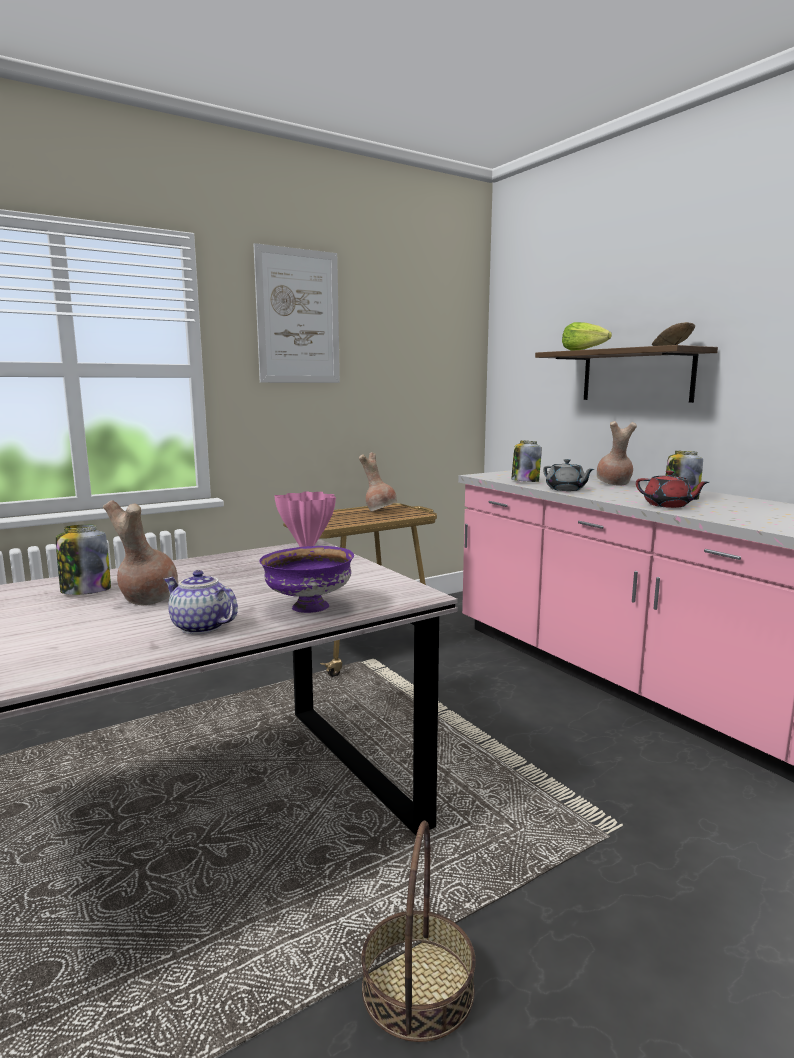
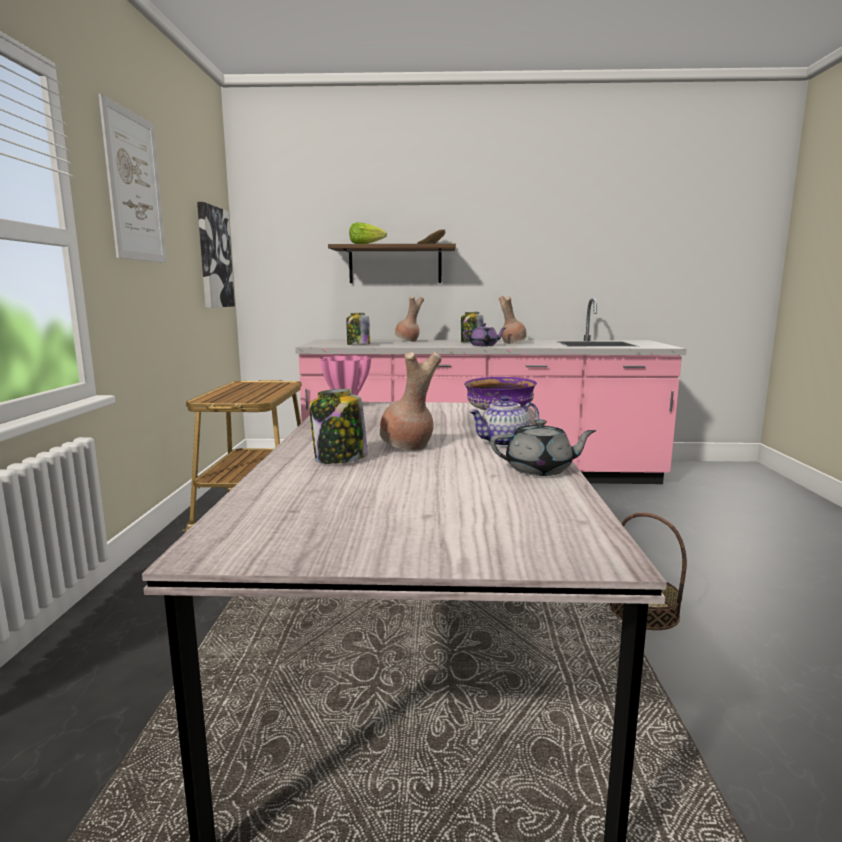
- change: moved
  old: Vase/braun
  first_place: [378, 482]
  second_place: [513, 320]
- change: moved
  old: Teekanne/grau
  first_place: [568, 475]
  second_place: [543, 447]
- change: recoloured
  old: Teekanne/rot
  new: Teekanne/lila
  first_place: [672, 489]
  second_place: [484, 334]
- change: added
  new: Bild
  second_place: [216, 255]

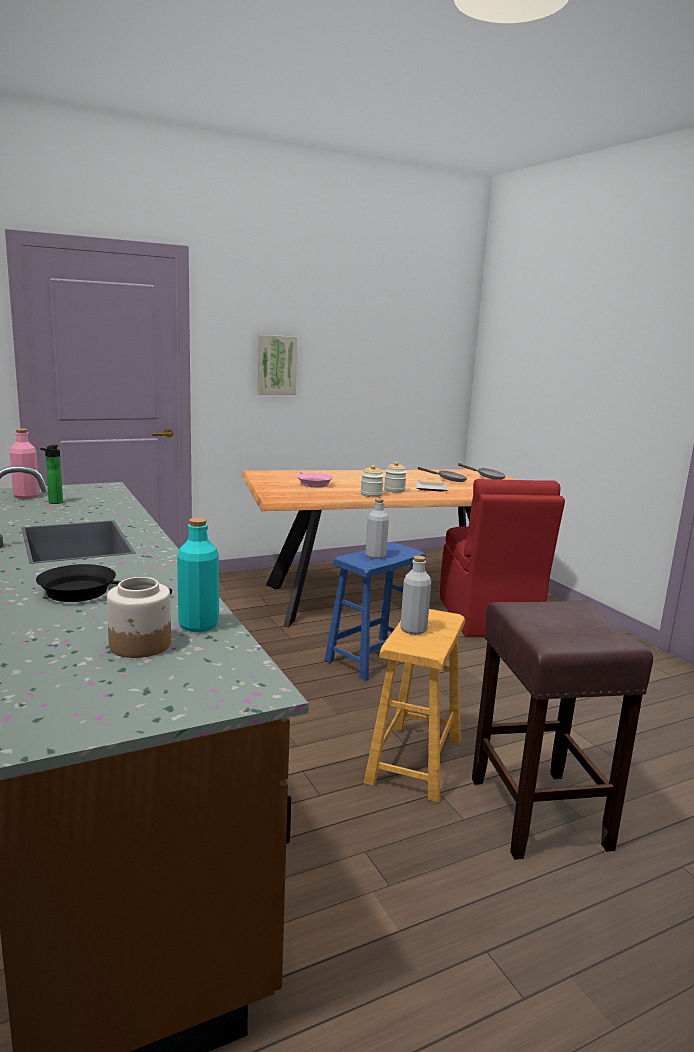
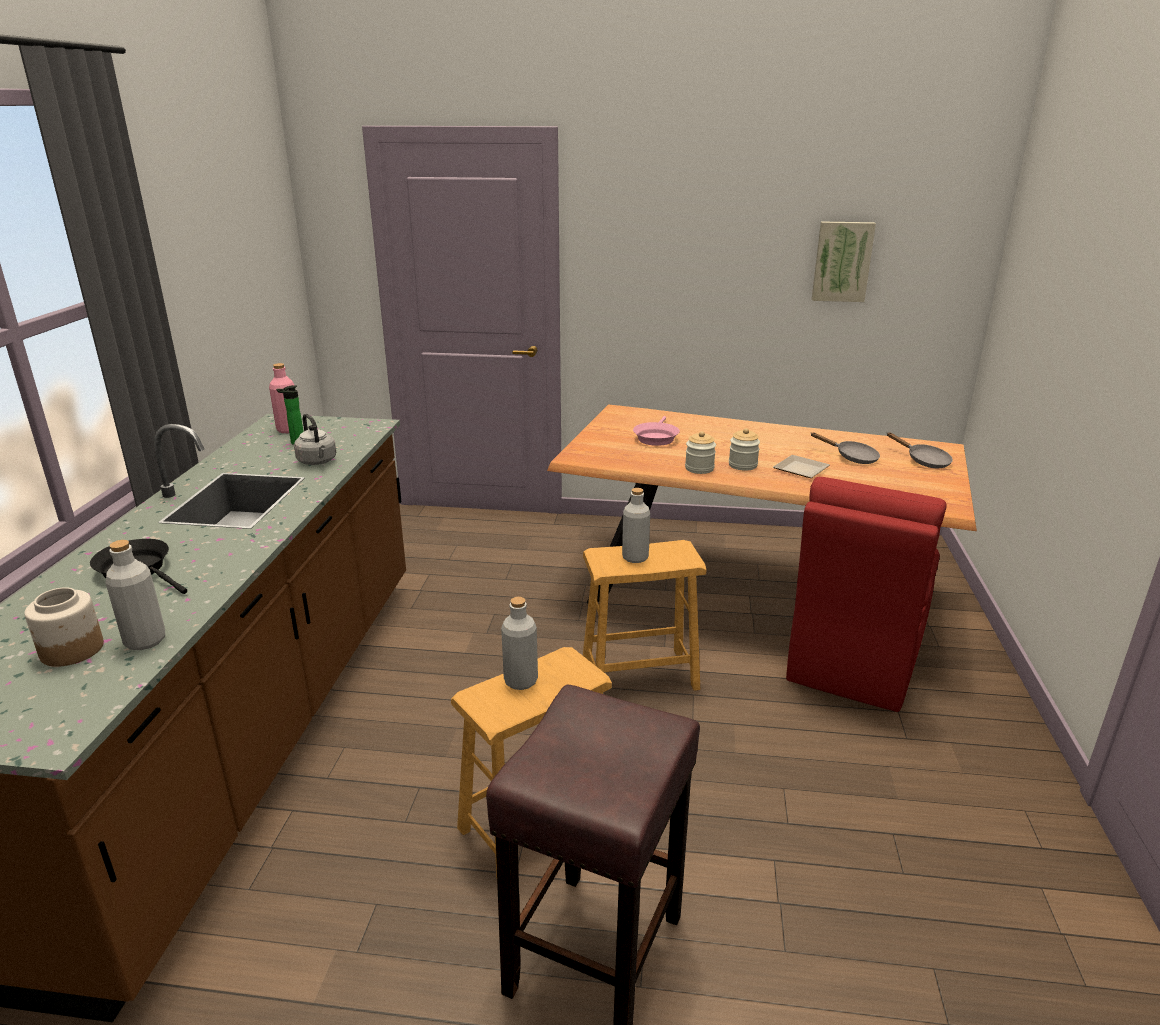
- change: recoloured
  old: Flasche/türkis
  new: Flasche/grau
  first_place: [198, 575]
  second_place: [135, 595]
- change: moved
  old: Bild
  first_place: [277, 365]
  second_place: [844, 262]
- change: recoloured
  old: Hocker/blau
  new: Hocker/braun
  first_place: [375, 612]
  second_place: [644, 617]
- change: added
  new: Wasserkessel/grau
  second_place: [315, 439]

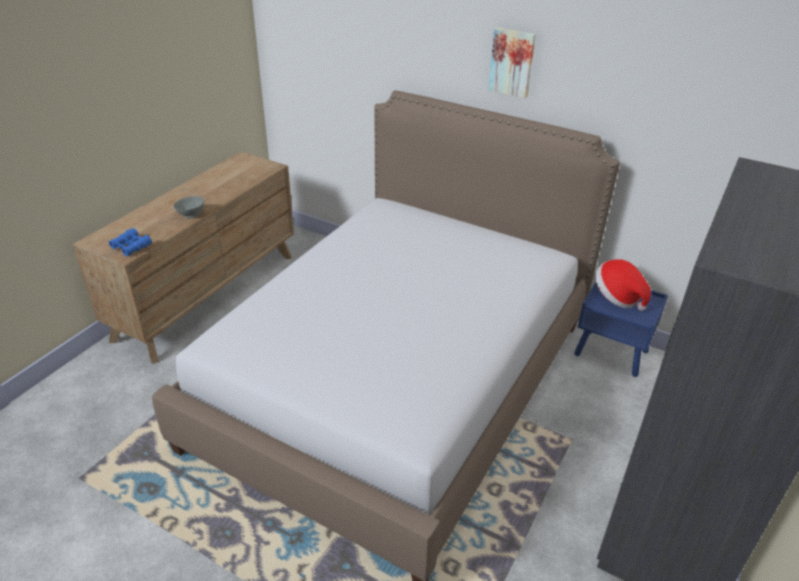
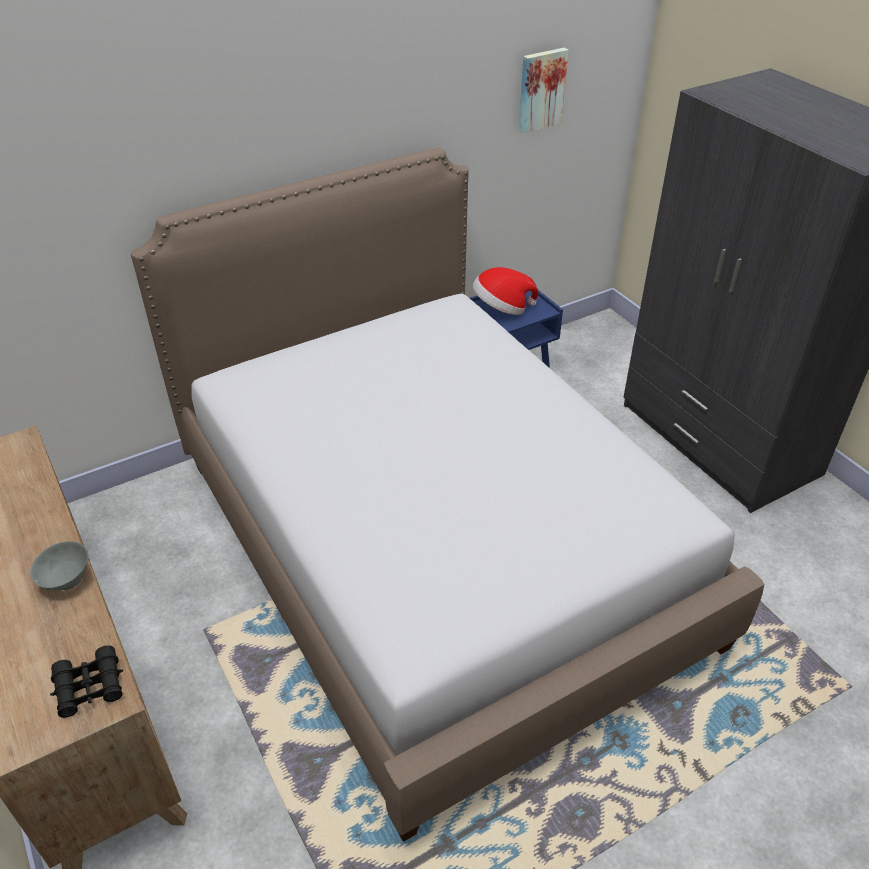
- change: recoloured
  old: Fernglas/blau
  new: Fernglas/schwarz
  first_place: [130, 242]
  second_place: [86, 681]
- change: moved
  old: Bild
  first_place: [512, 62]
  second_place: [544, 90]

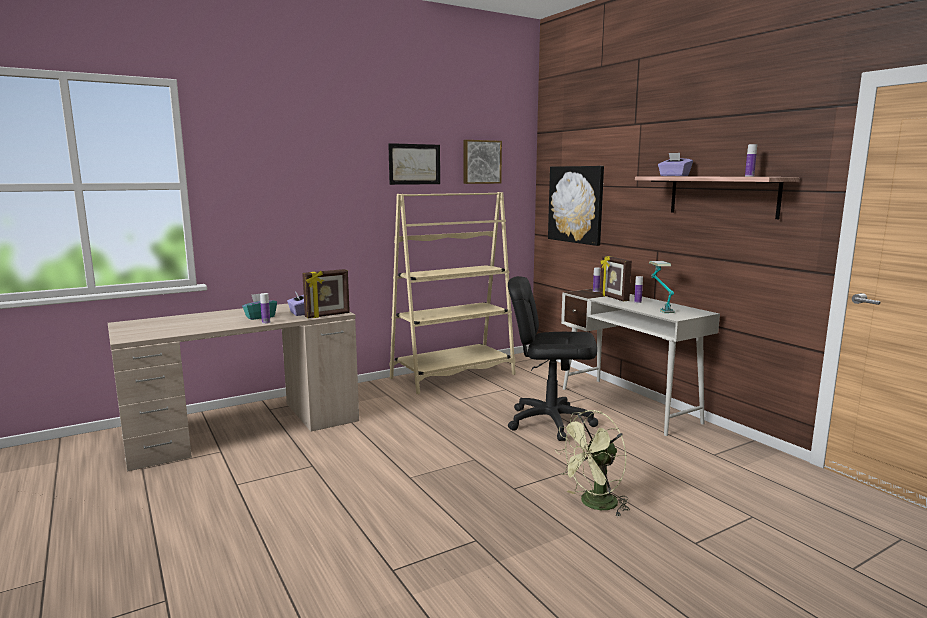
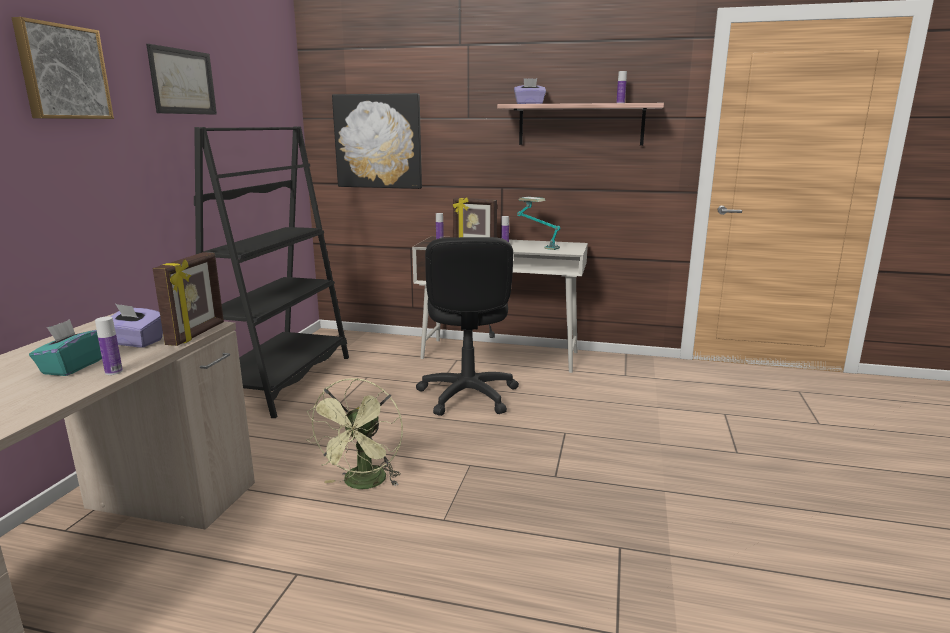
- change: recoloured
  old: Bücherregal/beige
  new: Bücherregal/schwarz
  first_place: [452, 293]
  second_place: [271, 272]
- change: moved
  old: Bild
  first_place: [483, 162]
  second_place: [63, 68]
- change: turned
  old: Bürostuhl/schwarz
  first_place: [553, 358]
  second_place: [467, 326]
  degrees: -60
- change: moved
  old: Ventilator/grün
  first_place: [592, 463]
  second_place: [354, 433]

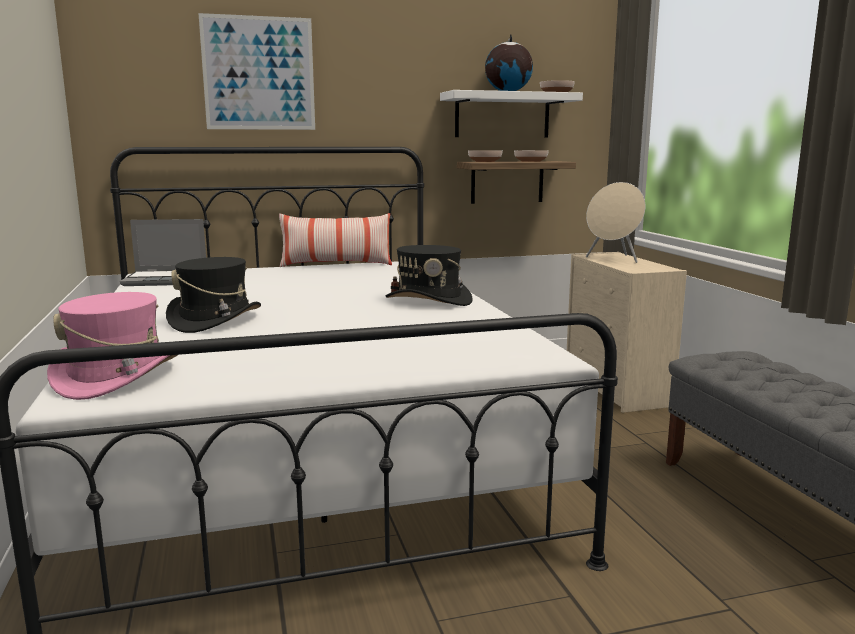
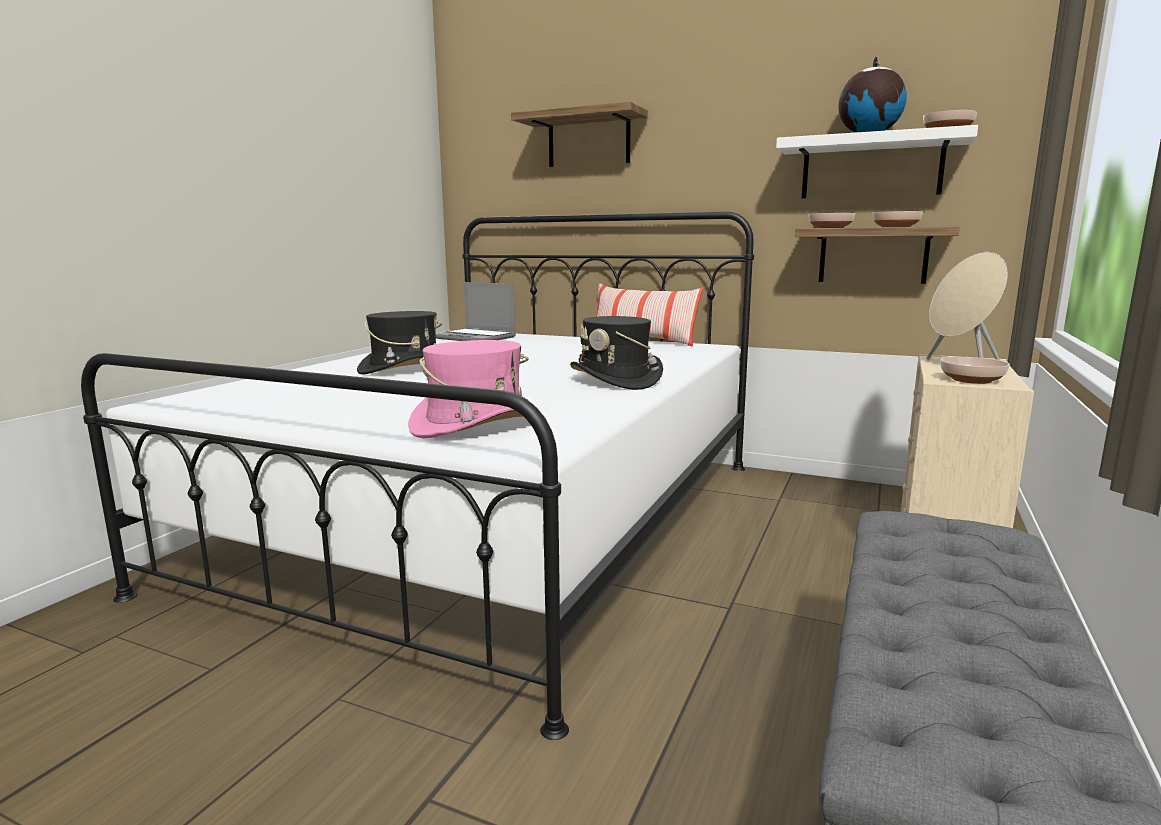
- change: moved
  old: Hut/rosa
  first_place: [112, 346]
  second_place: [468, 389]
- change: replaced
  old: Bild
  new: Wandregal
  first_place: [256, 71]
  second_place: [579, 134]
- change: added
  new: Schüssel
  second_place: [975, 370]

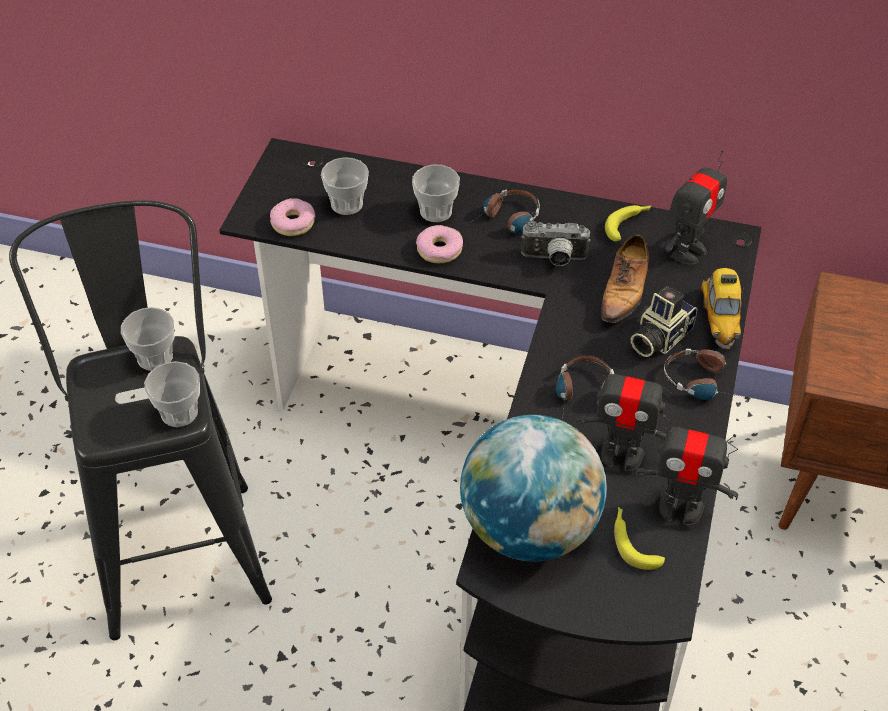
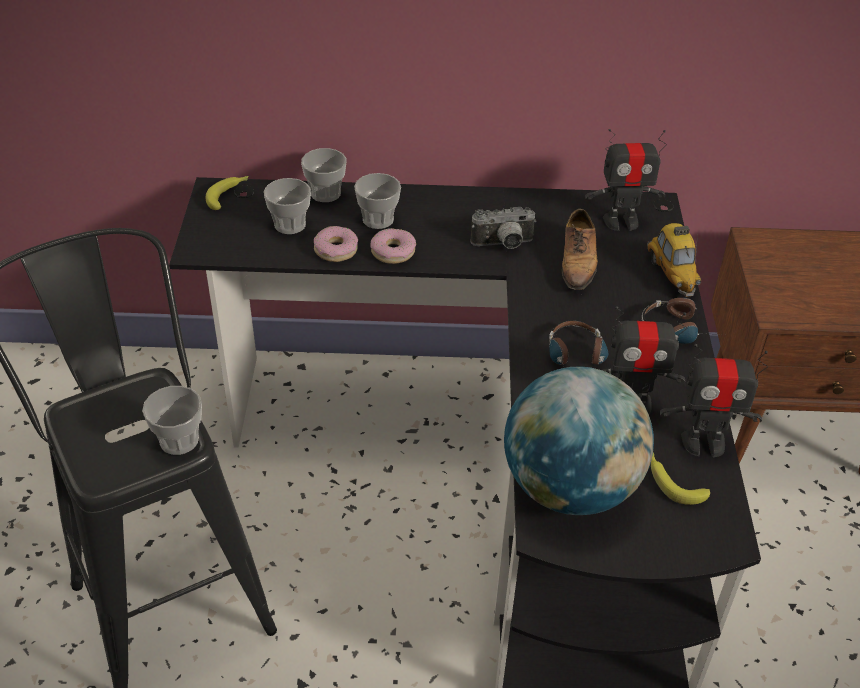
- change: moved
  old: Tasse
  first_place: [147, 339]
  second_place: [324, 175]
- change: moved
  old: Donut
  first_place: [292, 217]
  second_place: [336, 244]
- change: removed
  old: Kopfhörer
  first_place: [504, 211]
- change: moved
  old: Banane
  first_place: [628, 223]
  second_place: [227, 193]
- change: removed
  old: Kamera
  first_place: [664, 321]
- change: turned
  old: Spielzeugroboter
  first_place: [696, 207]
  second_place: [626, 180]
  degrees: 60

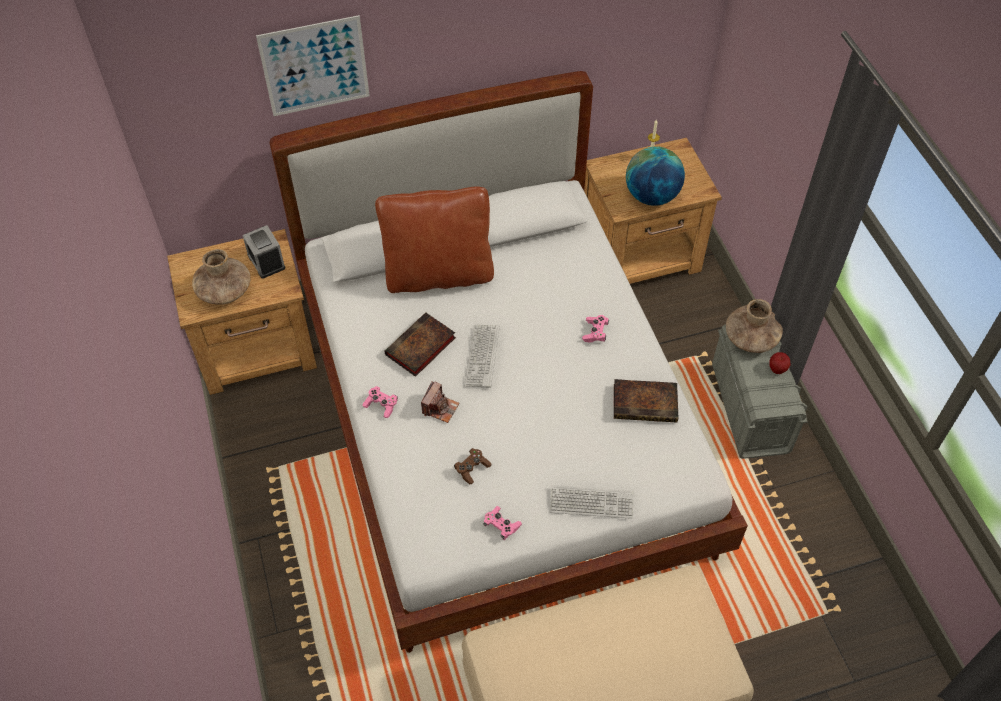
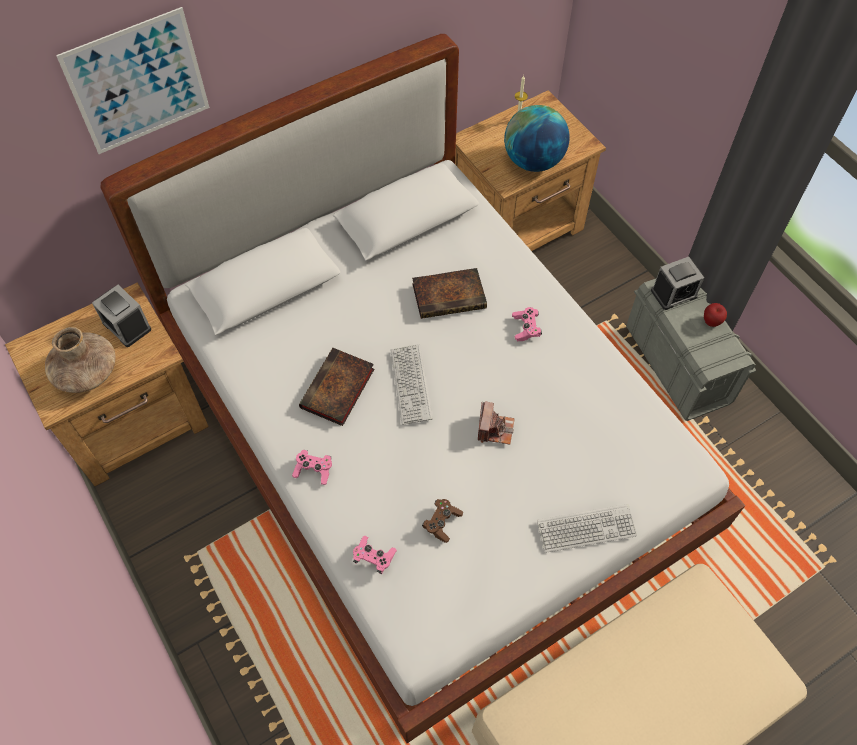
- change: removed
  old: Kissen/braun
  first_place: [434, 239]
- change: moved
  old: Kamera
  first_place: [440, 402]
  second_place: [496, 423]
- change: moved
  old: Gamepad/rosa
  first_place: [502, 523]
  second_place: [375, 555]
- change: moved
  old: Buch
  first_place: [646, 401]
  second_place: [449, 293]
- change: replaced
  old: Vase/braun
  new: Wecker
  first_place: [754, 326]
  second_place: [677, 283]

